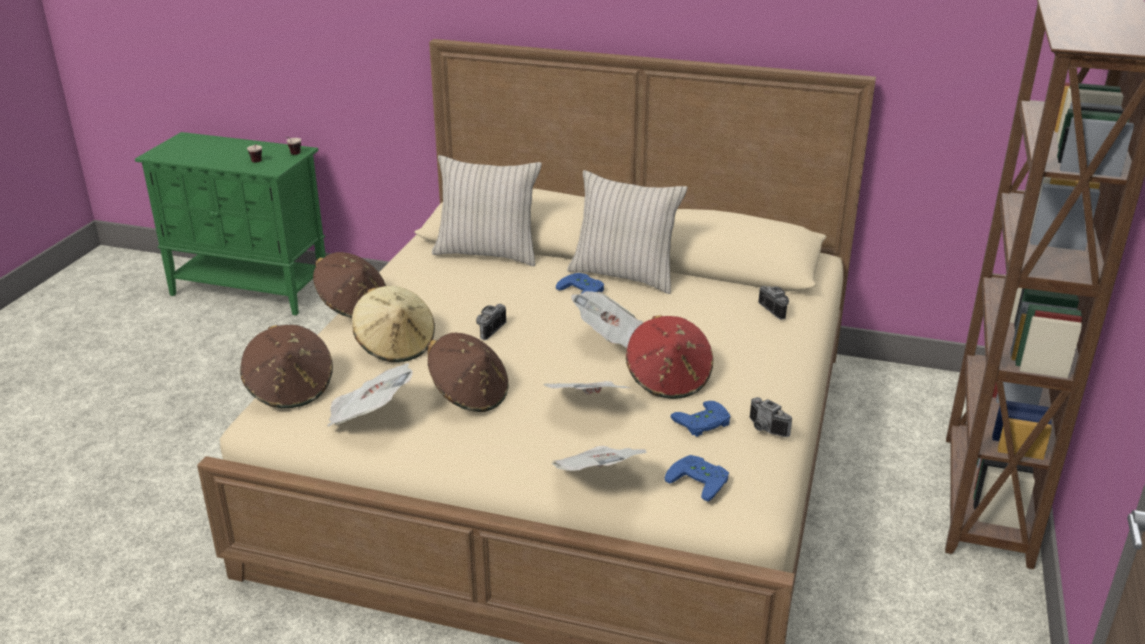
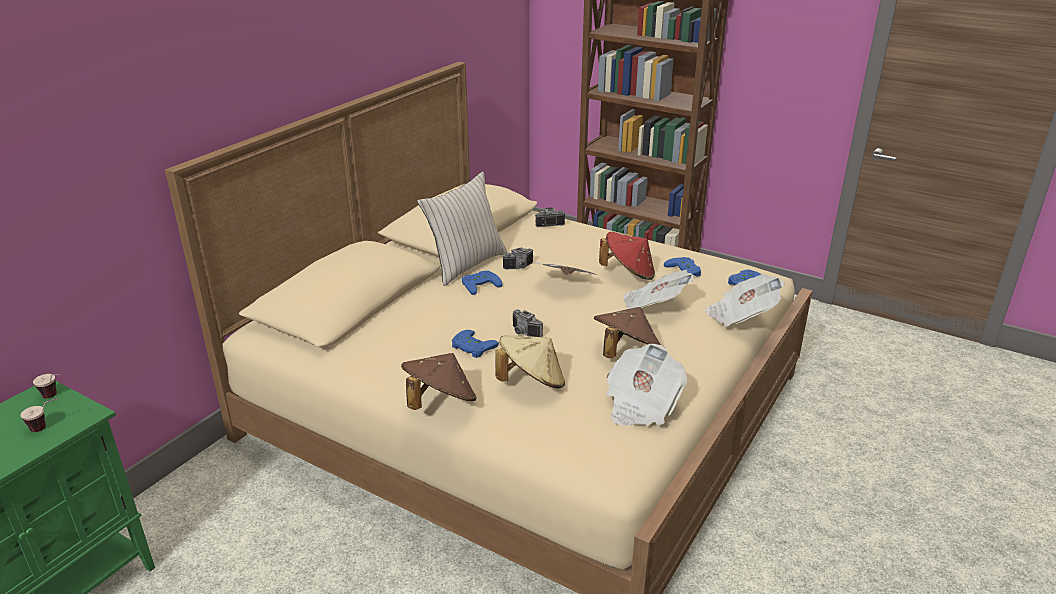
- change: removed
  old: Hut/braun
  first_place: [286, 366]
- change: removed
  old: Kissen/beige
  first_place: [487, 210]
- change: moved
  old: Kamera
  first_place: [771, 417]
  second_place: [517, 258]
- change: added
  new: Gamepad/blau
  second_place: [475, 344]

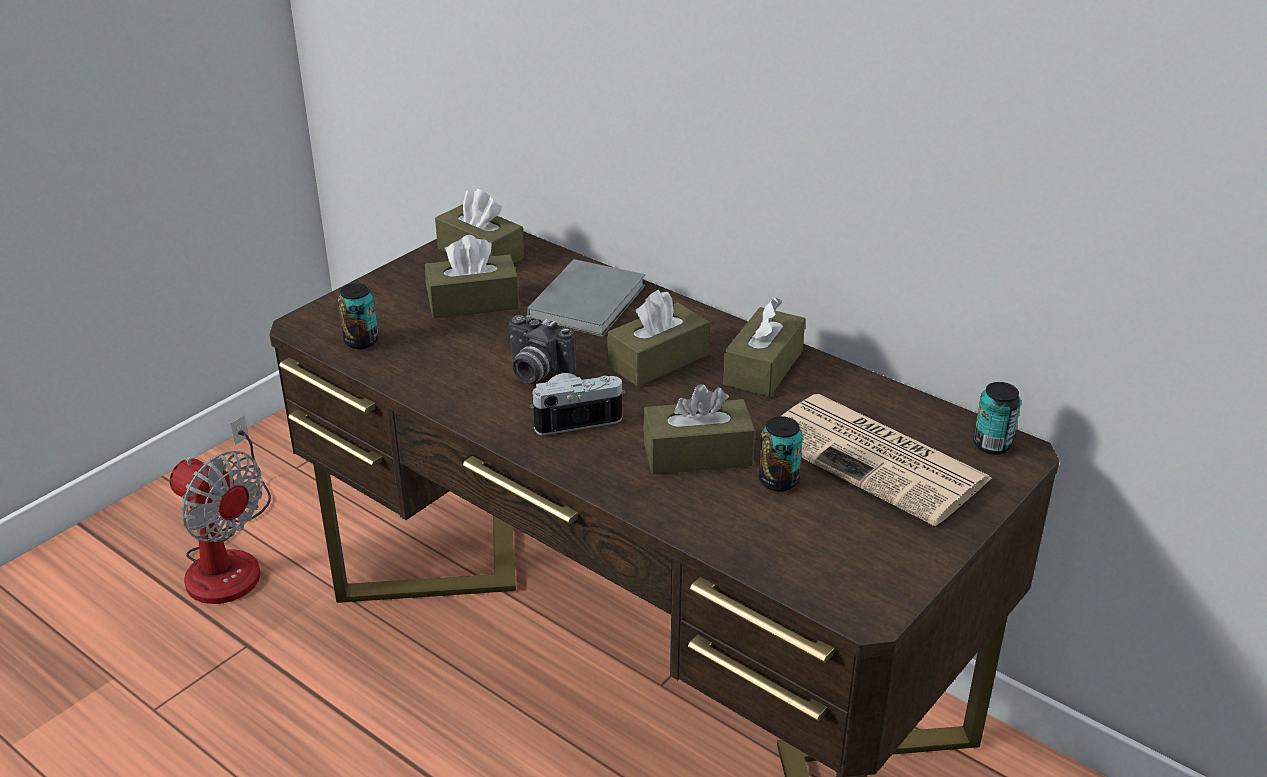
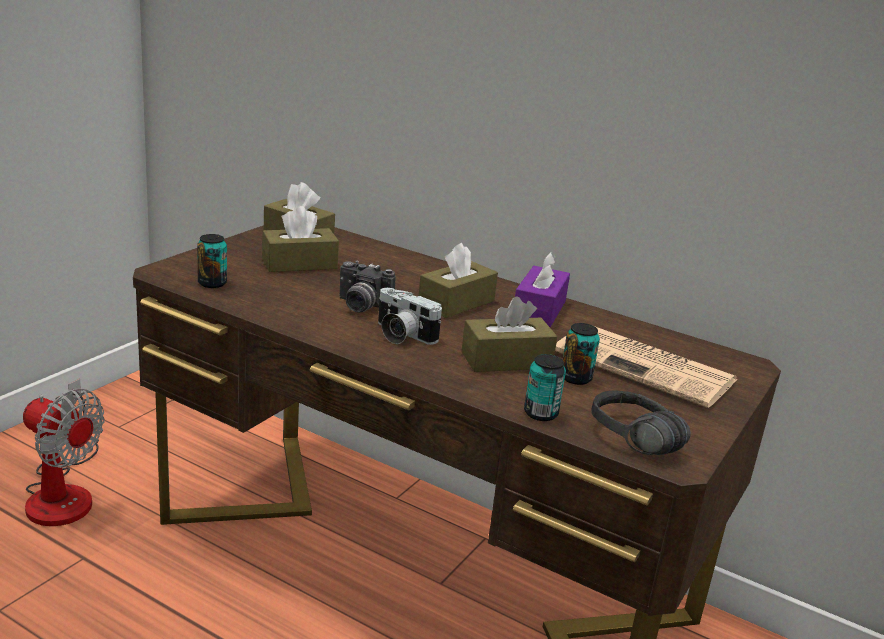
- change: removed
  old: Buch/grau
  first_place: [586, 298]
- change: turned
  old: Kamera
  first_place: [577, 404]
  second_place: [410, 316]
  degrees: -120
- change: recoloured
  old: Taschentuchbox/braun
  new: Taschentuchbox/lila
  first_place: [764, 347]
  second_place: [542, 289]
- change: moved
  old: Dose
  first_place: [997, 418]
  second_place: [545, 387]
- change: added
  new: Kopfhörer/schwarz
  second_place: [641, 423]

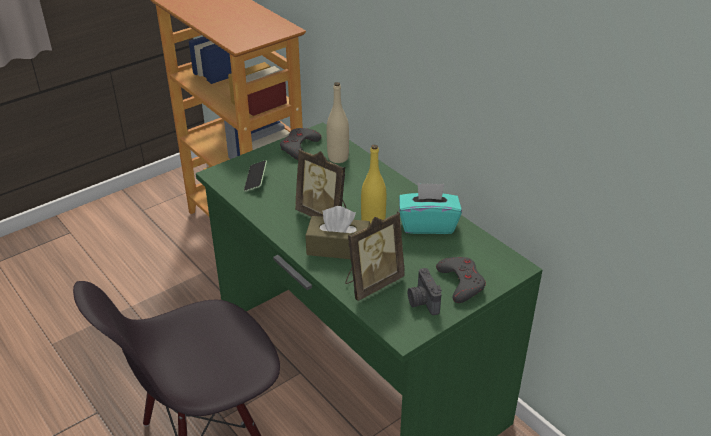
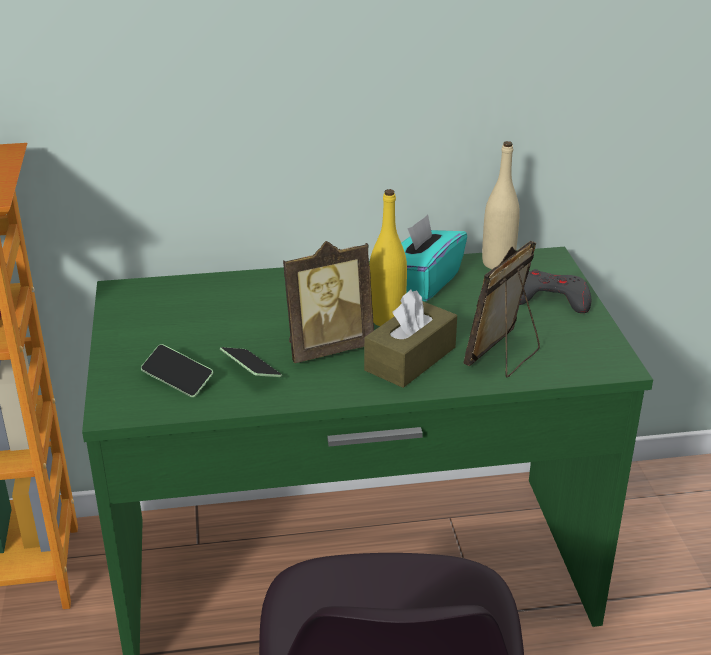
- change: removed
  old: Gamepad/grau
  first_place: [300, 144]
- change: moved
  old: Flasche/beige
  first_place: [338, 122]
  second_place: [501, 205]
- change: turned
  old: Bilderrahmen
  first_place: [375, 256]
  second_place: [502, 309]
  degrees: -135
- change: removed
  old: Kamera
  first_place: [425, 291]
- change: added
  new: Handy
  second_place: [251, 362]

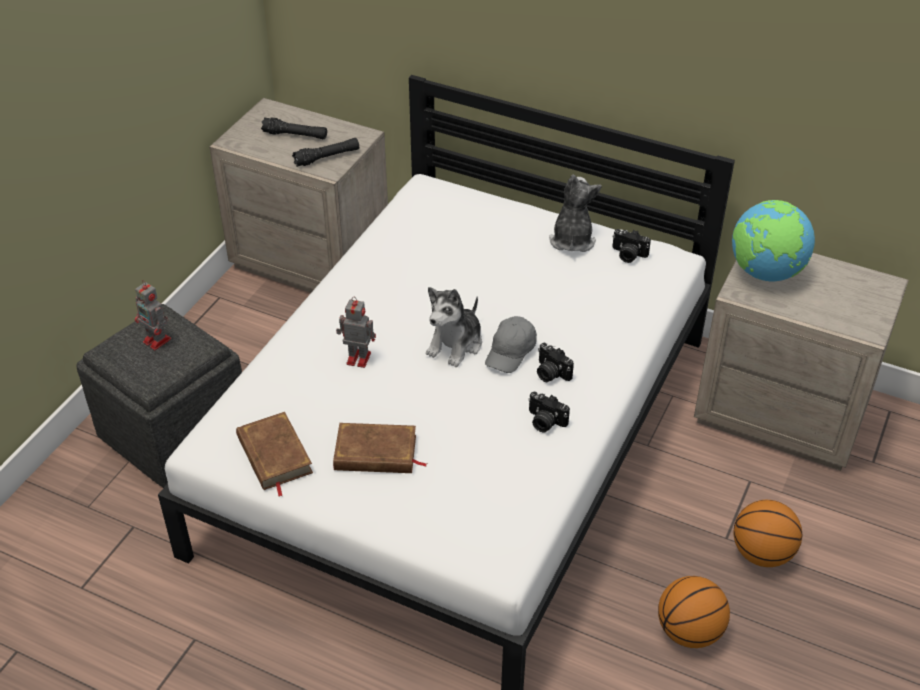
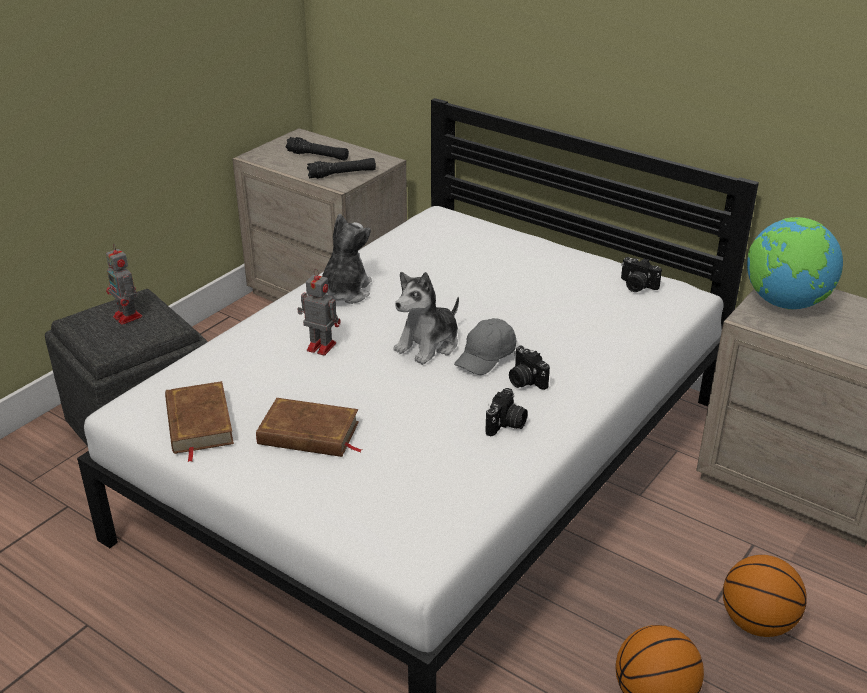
- change: turned
  old: Kamera
  first_place: [549, 411]
  second_place: [506, 412]
  degrees: -105
- change: moved
  old: Plüschtier
  first_place: [575, 213]
  second_place: [347, 259]

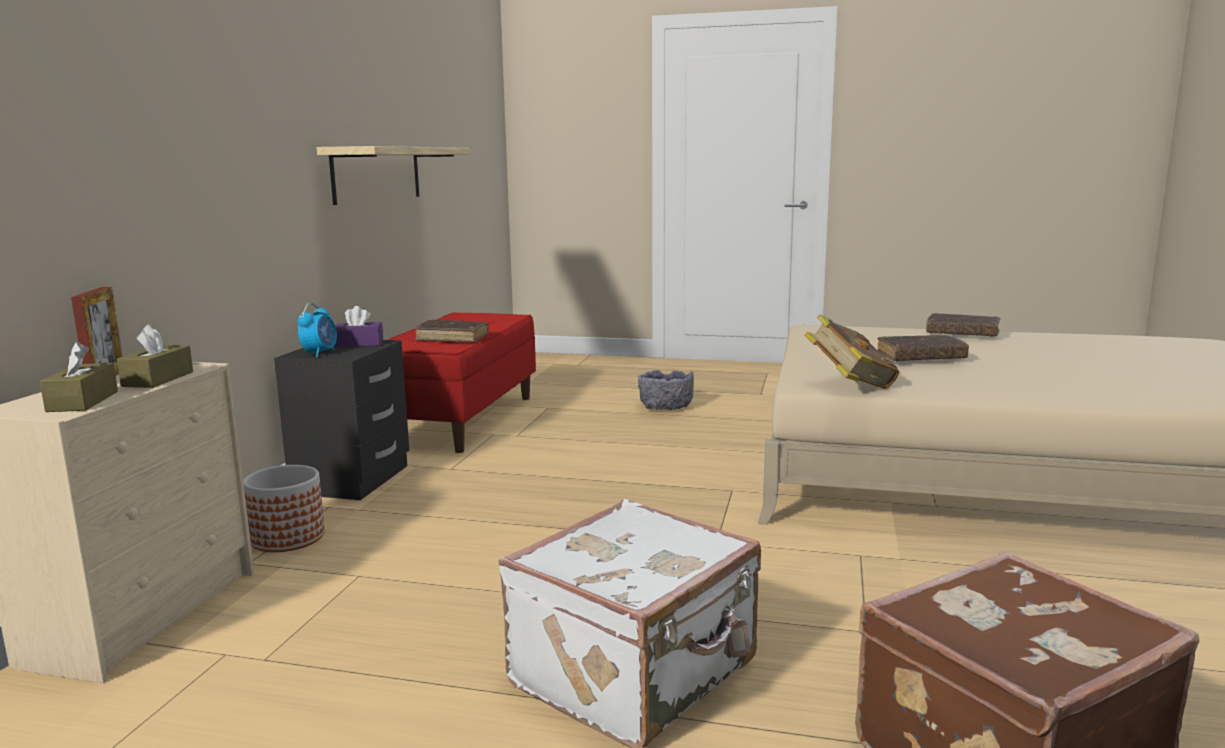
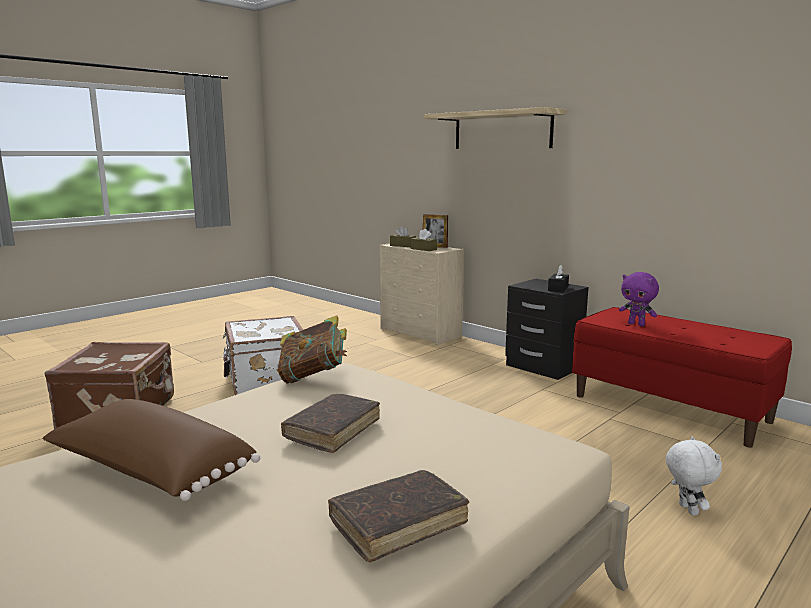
- change: removed
  old: Pflanzkübel
  first_place: [284, 508]
- change: removed
  old: Wecker
  first_place: [317, 330]
- change: moved
  old: Wandregal
  first_place: [393, 175]
  second_place: [495, 128]
- change: recoloured
  old: Taschentuchbox/lila
  new: Taschentuchbox/schwarz
  first_place: [358, 326]
  second_place: [558, 278]
- change: replaced
  old: Buch/braun
  new: Plüschtier/lila
  first_place: [452, 331]
  second_place: [639, 299]
- change: replaced
  old: Schüssel/grau
  new: Plüschtier/weiß
  first_place: [666, 390]
  second_place: [694, 476]
- change: added
  new: Kissen/braun
  second_place: [151, 450]

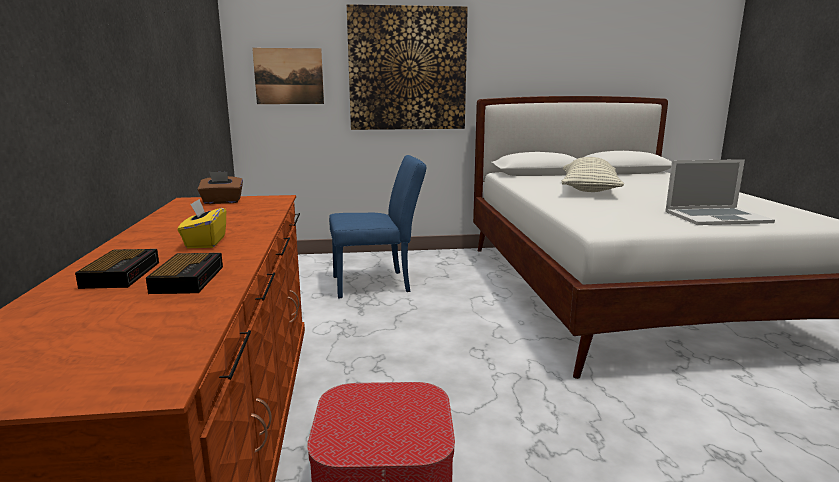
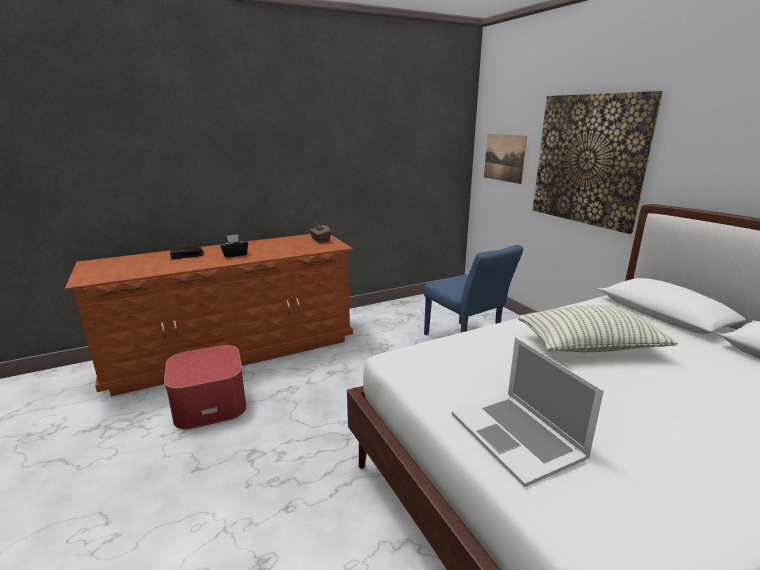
- change: removed
  old: Wecker
  first_place: [184, 273]
- change: recoloured
  old: Taschentuchbox/gelb
  new: Taschentuchbox/schwarz
  first_place: [202, 223]
  second_place: [234, 246]

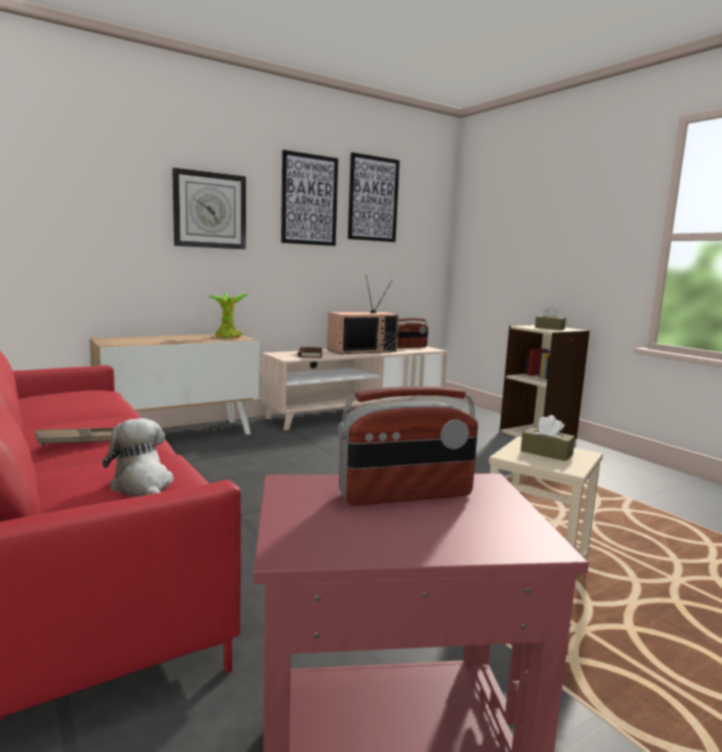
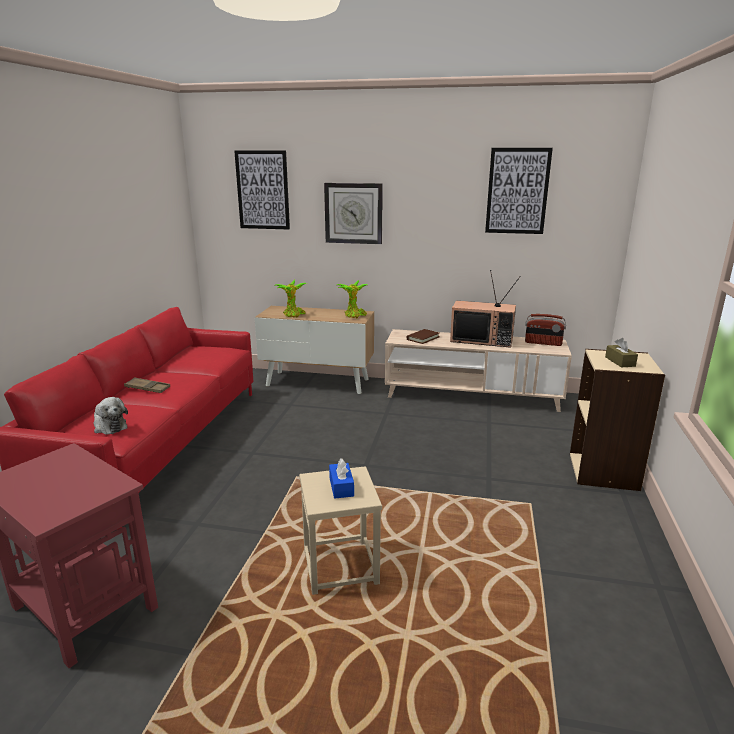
- change: turned
  old: Plüschtier
  first_place: [138, 457]
  second_place: [110, 416]
  degrees: 120
- change: moved
  old: Bild
  first_place: [309, 198]
  second_place: [262, 190]
- change: removed
  old: Radio
  first_place: [408, 446]
- change: recoloured
  old: Taschentuchbox/braun
  new: Taschentuchbox/blau
  first_place: [548, 438]
  second_place: [341, 478]
- change: added
  new: Topfpflanze
  second_place: [290, 298]

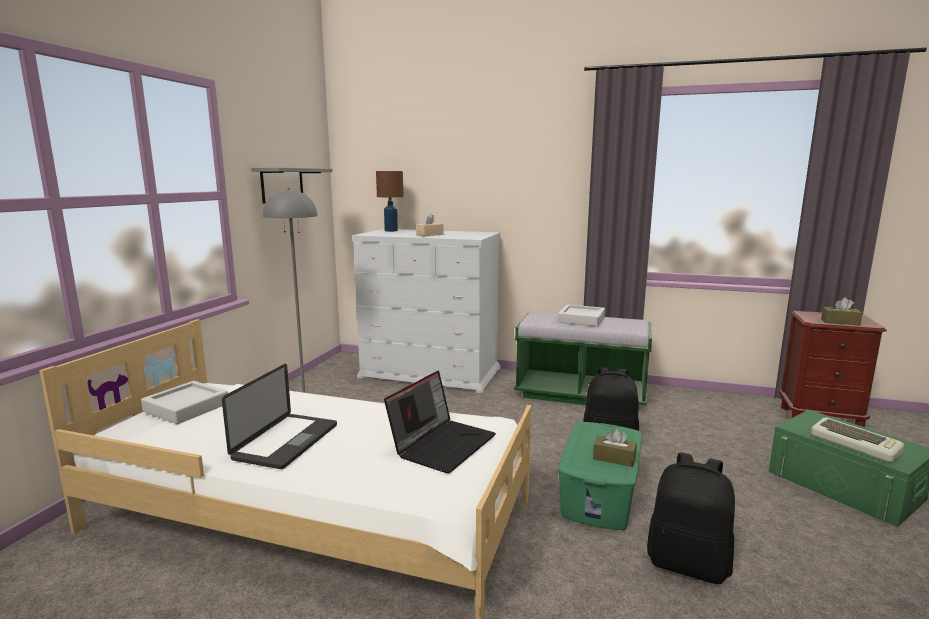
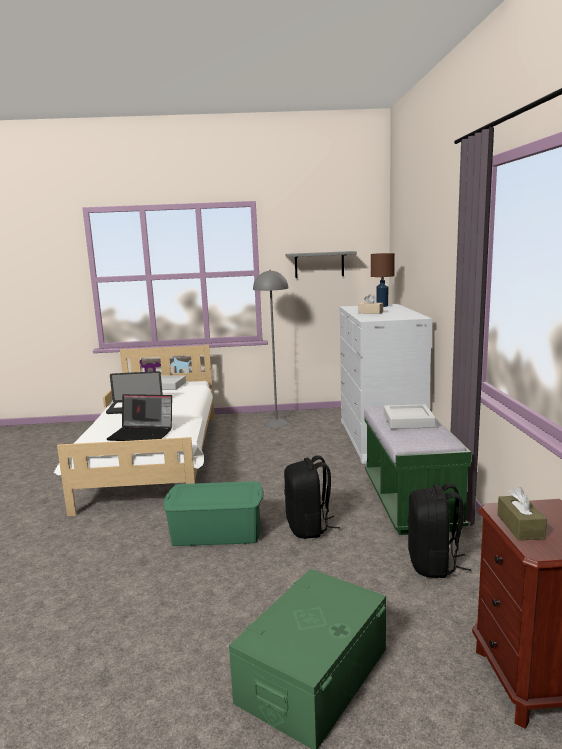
- change: removed
  old: Taschentuchbox/braun
  first_place: [615, 447]
- change: moved
  old: Rucksack/schwarz
  first_place: [691, 518]
  second_place: [439, 530]
- change: removed
  old: Tastatur
  first_place: [857, 440]

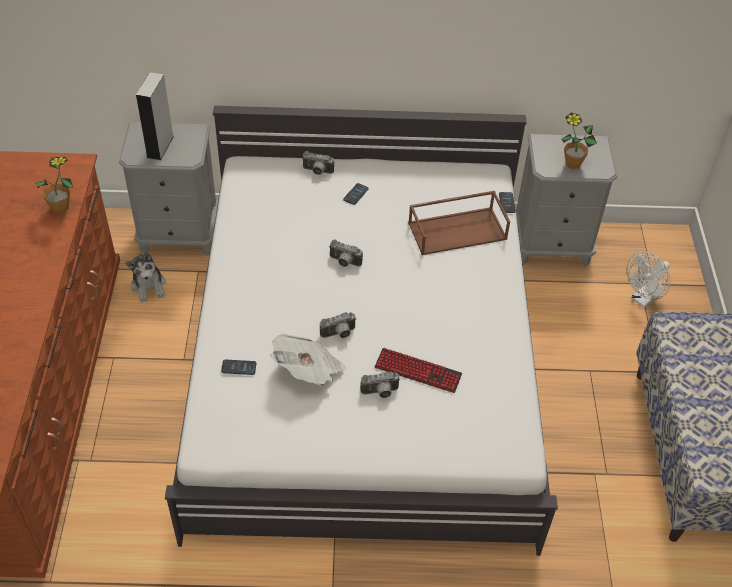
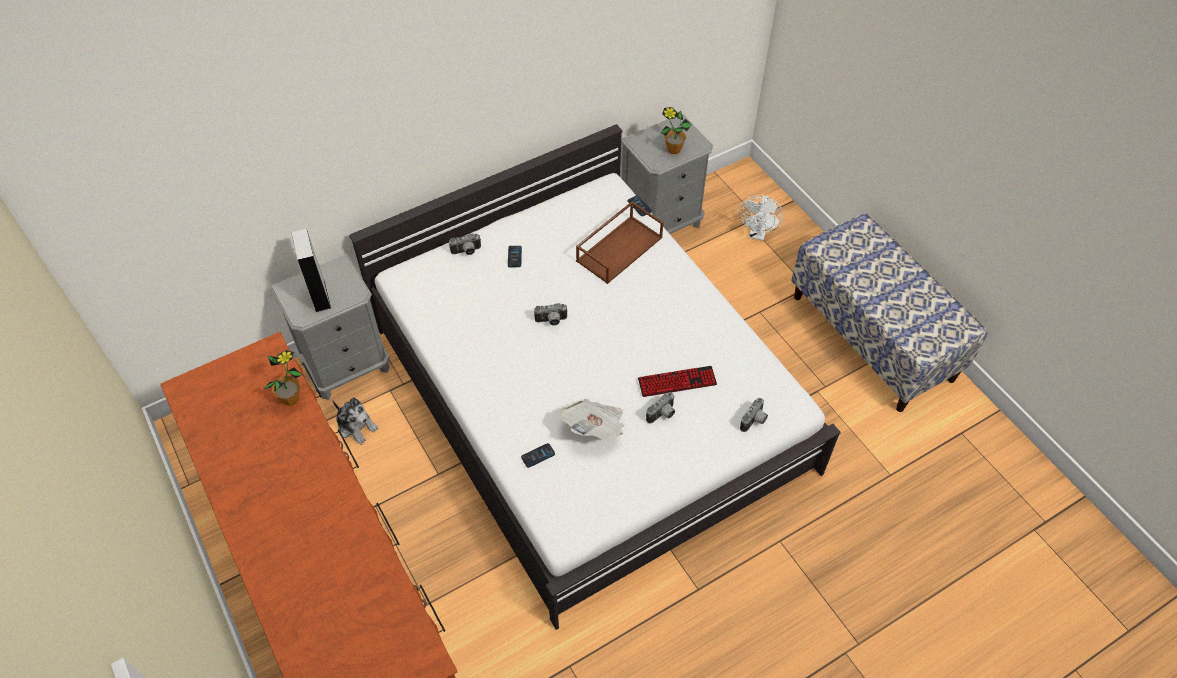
- change: moved
  old: Kamera
  first_place: [338, 325]
  second_place: [754, 415]

